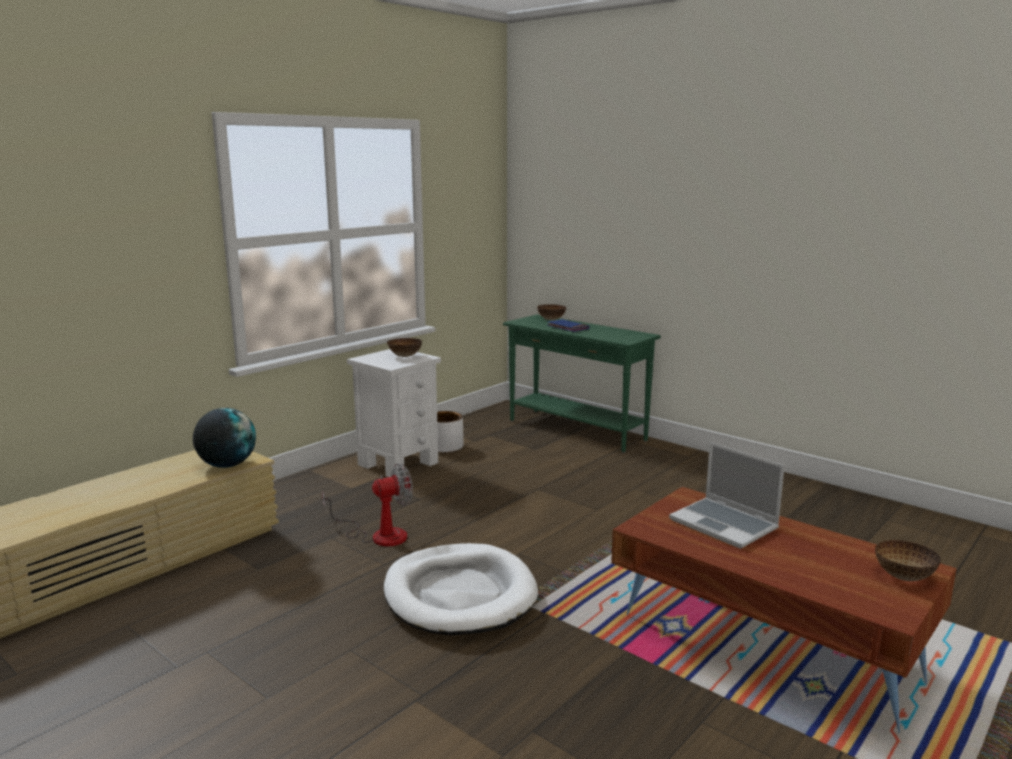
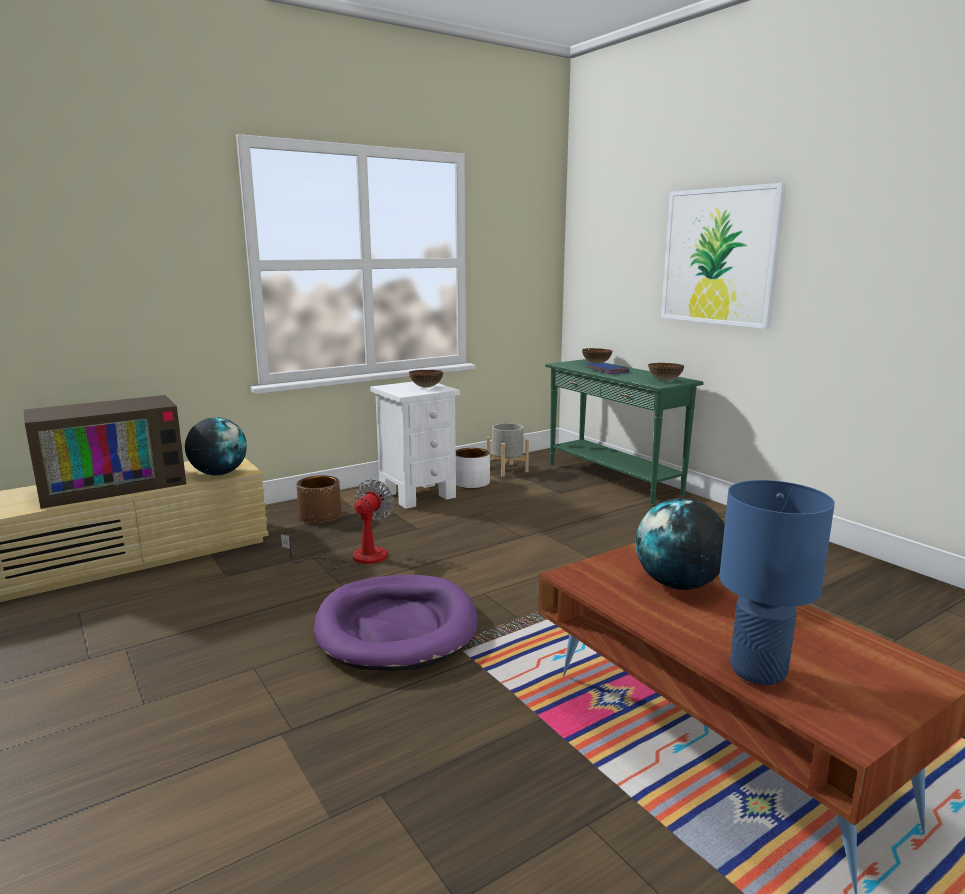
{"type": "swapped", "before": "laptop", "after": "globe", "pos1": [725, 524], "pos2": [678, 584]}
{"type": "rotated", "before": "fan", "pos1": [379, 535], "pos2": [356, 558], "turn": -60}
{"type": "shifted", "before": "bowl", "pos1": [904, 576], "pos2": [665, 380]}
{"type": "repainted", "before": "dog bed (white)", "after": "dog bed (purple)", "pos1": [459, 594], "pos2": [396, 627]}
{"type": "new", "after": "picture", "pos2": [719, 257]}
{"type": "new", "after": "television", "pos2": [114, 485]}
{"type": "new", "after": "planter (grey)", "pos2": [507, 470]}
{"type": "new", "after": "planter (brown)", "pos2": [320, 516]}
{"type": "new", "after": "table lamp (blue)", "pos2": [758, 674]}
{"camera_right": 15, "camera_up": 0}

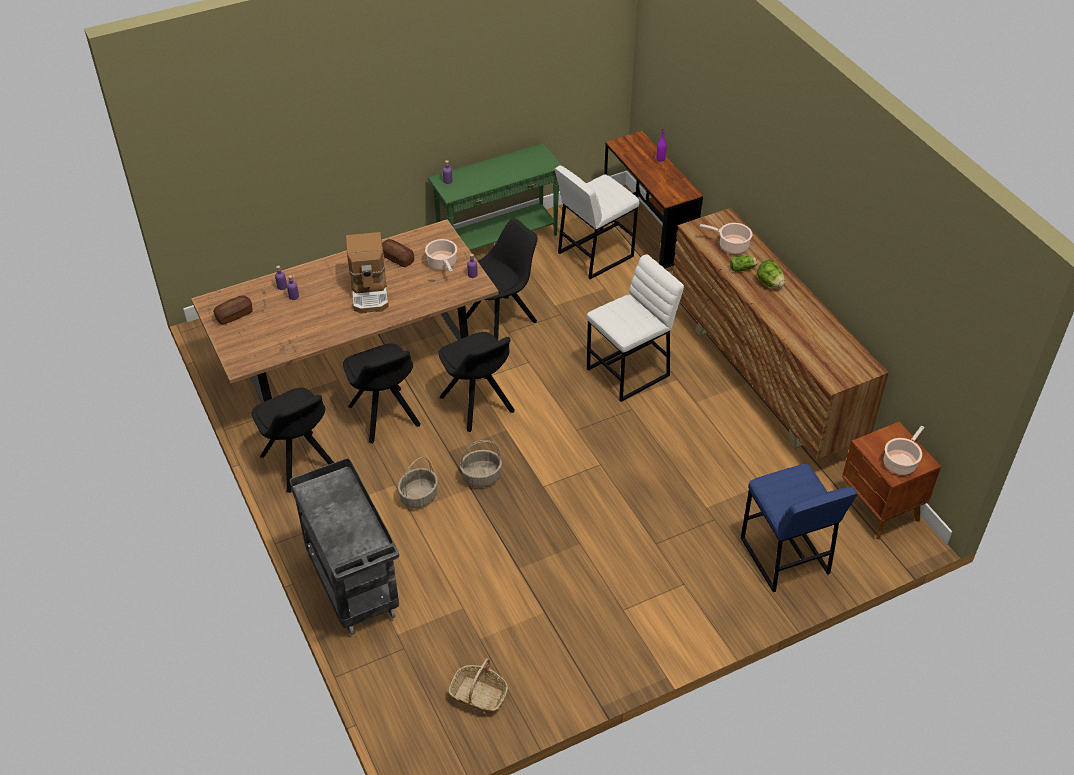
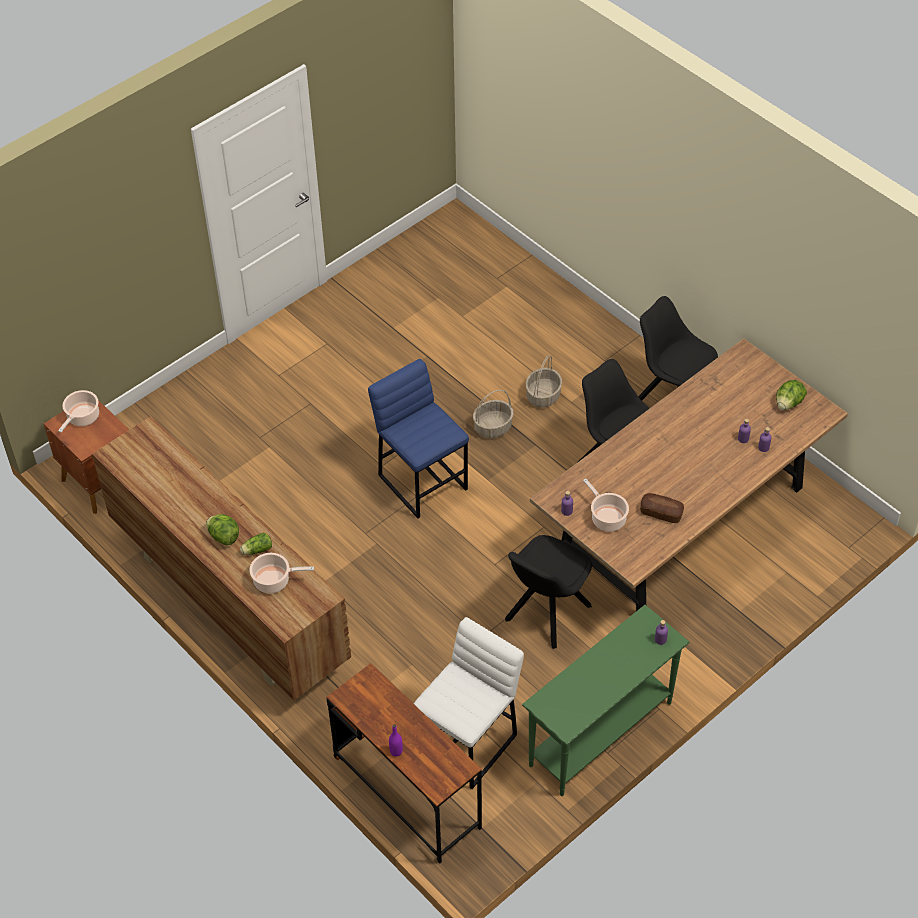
{"type": "gone", "before": "coffee machine", "pos1": [370, 291]}
{"type": "gone", "before": "stool (white)", "pos1": [629, 371]}
{"type": "swapped", "before": "bread", "after": "lettuce", "pos1": [234, 315], "pos2": [788, 403]}
{"type": "gone", "before": "chair (black)", "pos1": [477, 404]}
{"type": "gone", "before": "cart (black)", "pos1": [355, 590]}
{"type": "shifted", "before": "stool (blue)", "pos1": [786, 557], "pos2": [421, 480]}
{"type": "gone", "before": "basket", "pos1": [478, 695]}
{"camera_right": 165, "camera_up": 5}

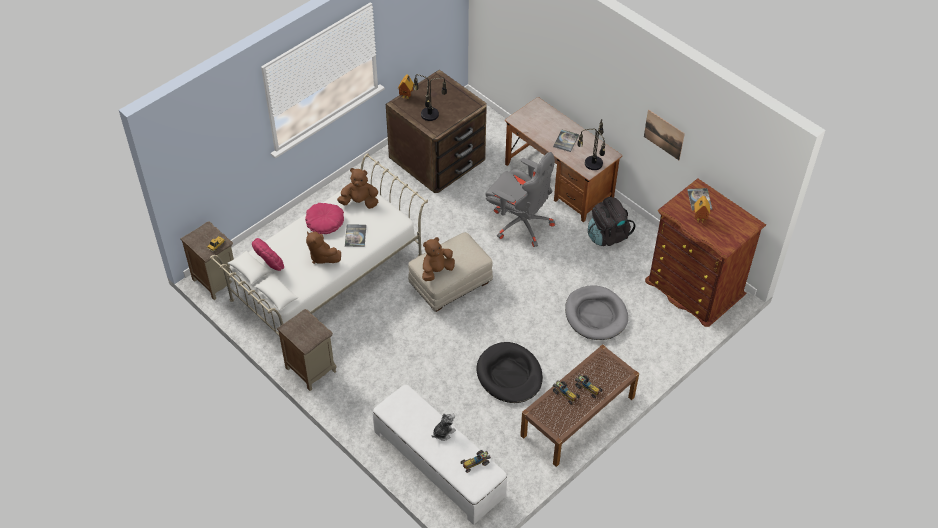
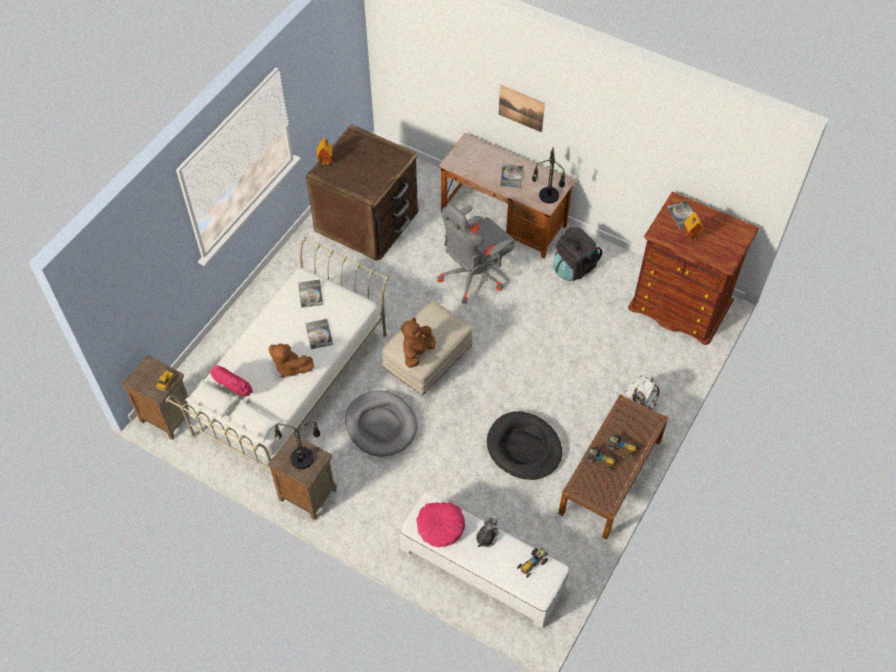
{"type": "shifted", "before": "table lamp", "pos1": [429, 115], "pos2": [302, 459]}
{"type": "shifted", "before": "picture", "pos1": [664, 134], "pos2": [521, 108]}
{"type": "rotated", "before": "office chair (grey)", "pos1": [518, 222], "pos2": [476, 274], "turn": 120}
{"type": "swapped", "before": "plush toy (brown)", "after": "book", "pos1": [359, 202], "pos2": [310, 294]}
{"type": "shifted", "before": "pillow (pink)", "pos1": [324, 223], "pos2": [440, 528]}
{"type": "shifted", "before": "dog bed (grey)", "pos1": [596, 315], "pos2": [381, 425]}
{"type": "new", "after": "backpack (white)", "pos2": [639, 403]}
{"camera_right": -15, "camera_up": 5}

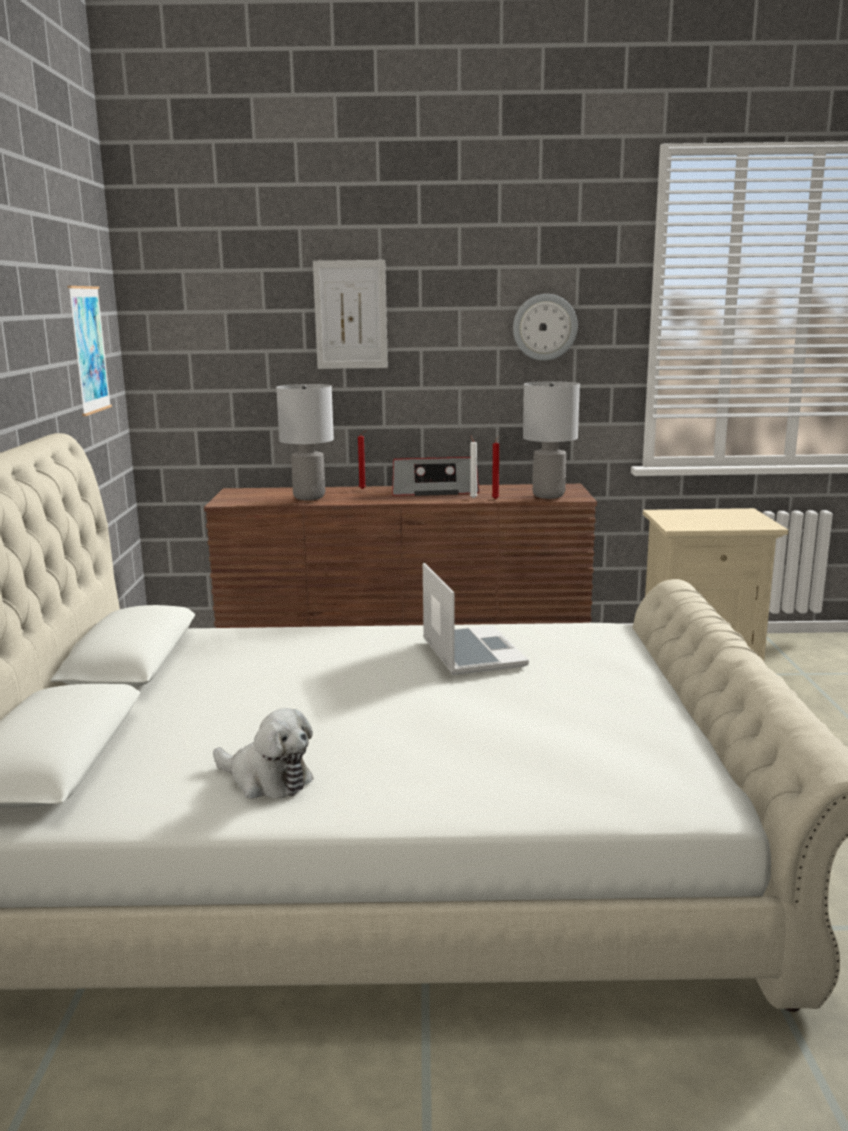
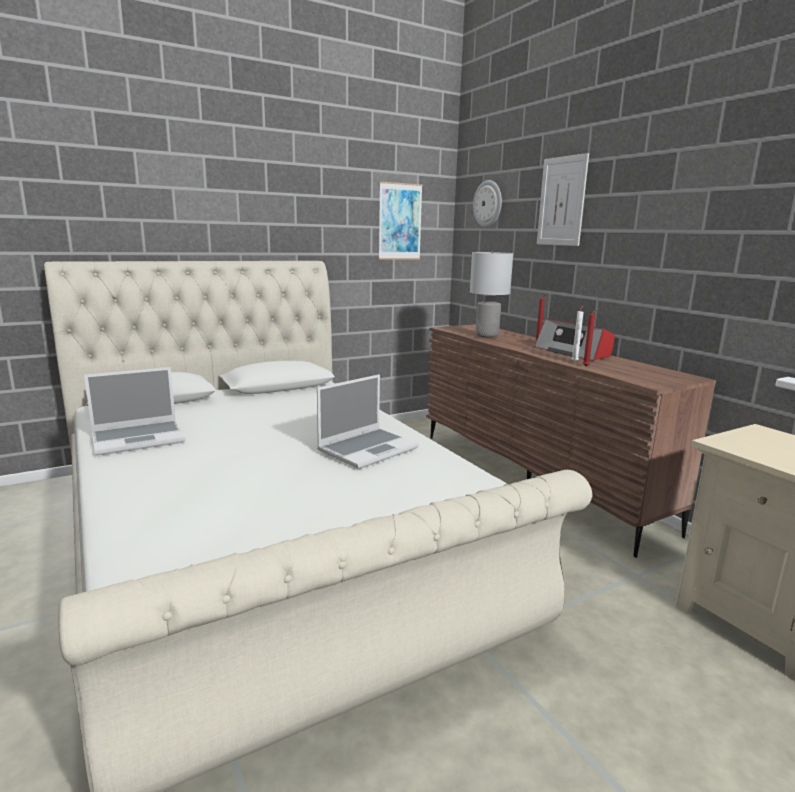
{"type": "shifted", "before": "wall clock", "pos1": [545, 327], "pos2": [488, 203]}
{"type": "gone", "before": "table lamp (grey)", "pos1": [549, 497]}
{"type": "swapped", "before": "plush toy", "after": "laptop", "pos1": [267, 780], "pos2": [139, 438]}
{"camera_right": 60, "camera_up": 0}

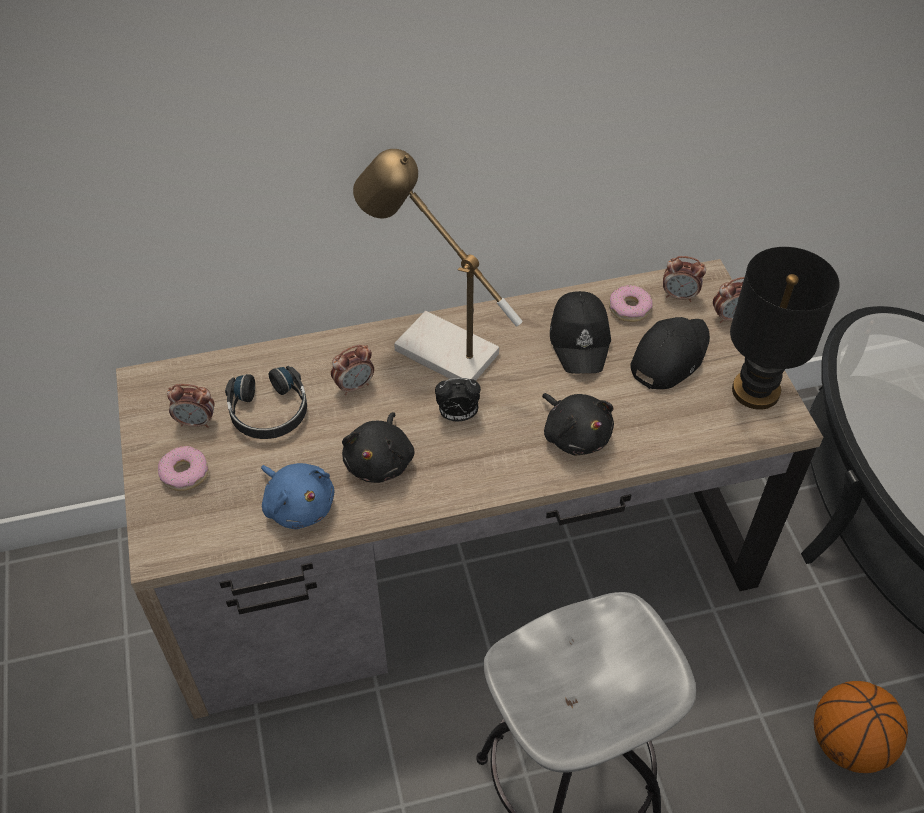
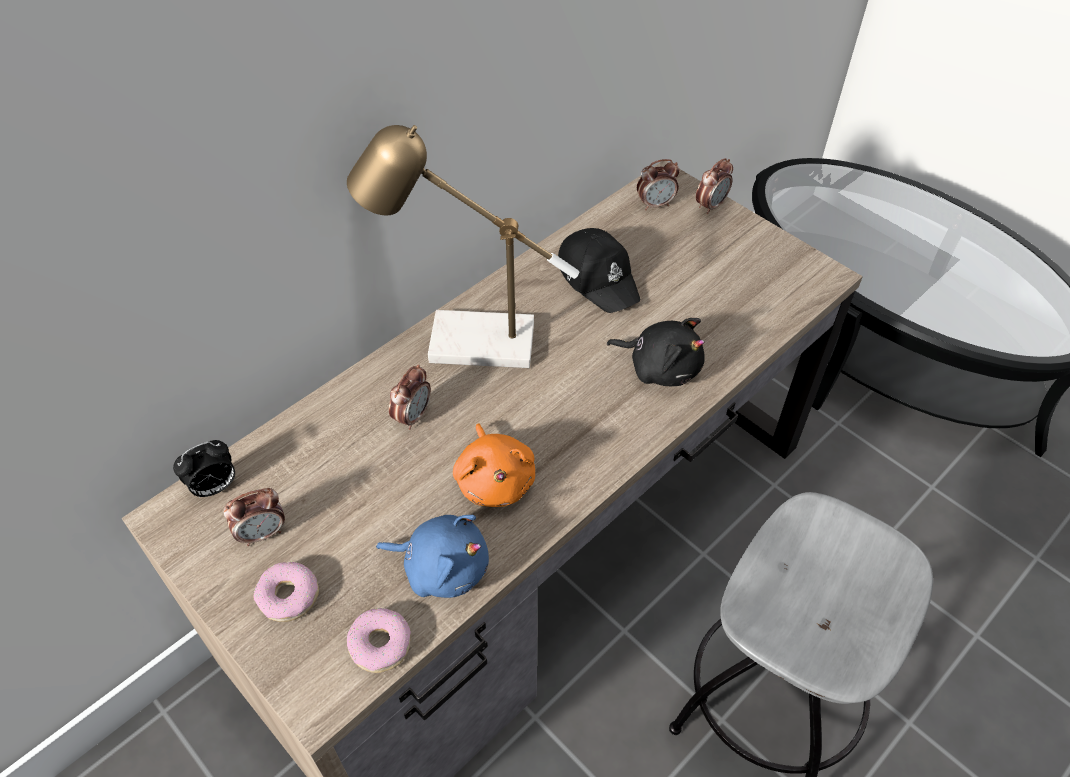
{"type": "gone", "before": "table lamp (black)", "pos1": [756, 392]}
{"type": "shifted", "before": "donut", "pos1": [629, 308], "pos2": [380, 644]}
{"type": "gone", "before": "cap (black)", "pos1": [669, 357]}
{"type": "gone", "before": "headphones (black)", "pos1": [269, 412]}
{"type": "shifted", "before": "alarm clock", "pos1": [457, 416], "pos2": [215, 487]}
{"type": "repainted", "before": "plush toy (black)", "after": "plush toy (orange)", "pos1": [380, 461], "pos2": [495, 480]}
{"type": "gone", "before": "basketball", "pos1": [848, 744]}
{"camera_right": -30, "camera_up": 0}

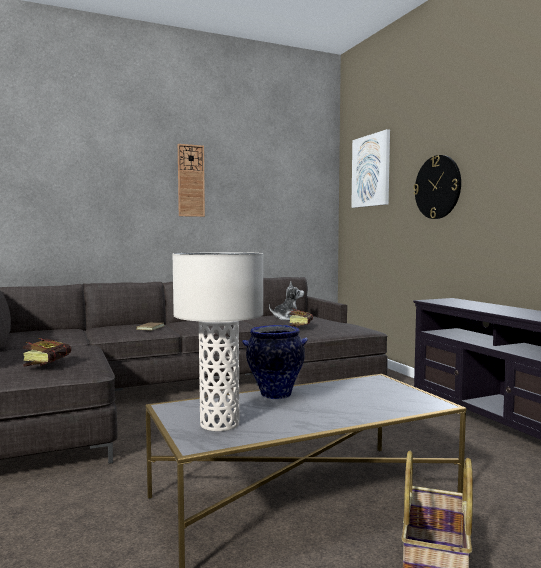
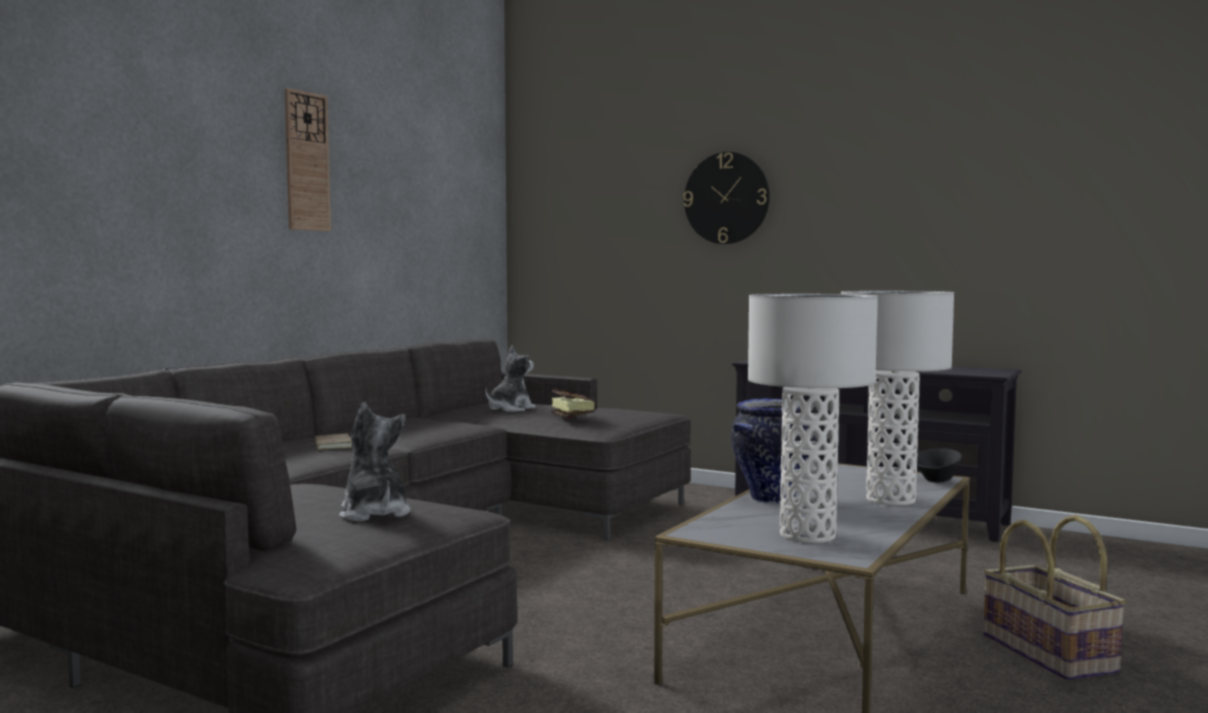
{"type": "gone", "before": "picture", "pos1": [371, 171]}
{"type": "swapped", "before": "book", "after": "plush toy", "pos1": [50, 364], "pos2": [374, 513]}
{"type": "new", "after": "table lamp (white)", "pos2": [891, 499]}
{"type": "new", "after": "bowl (black)", "pos2": [936, 480]}
{"camera_right": -35, "camera_up": 0}

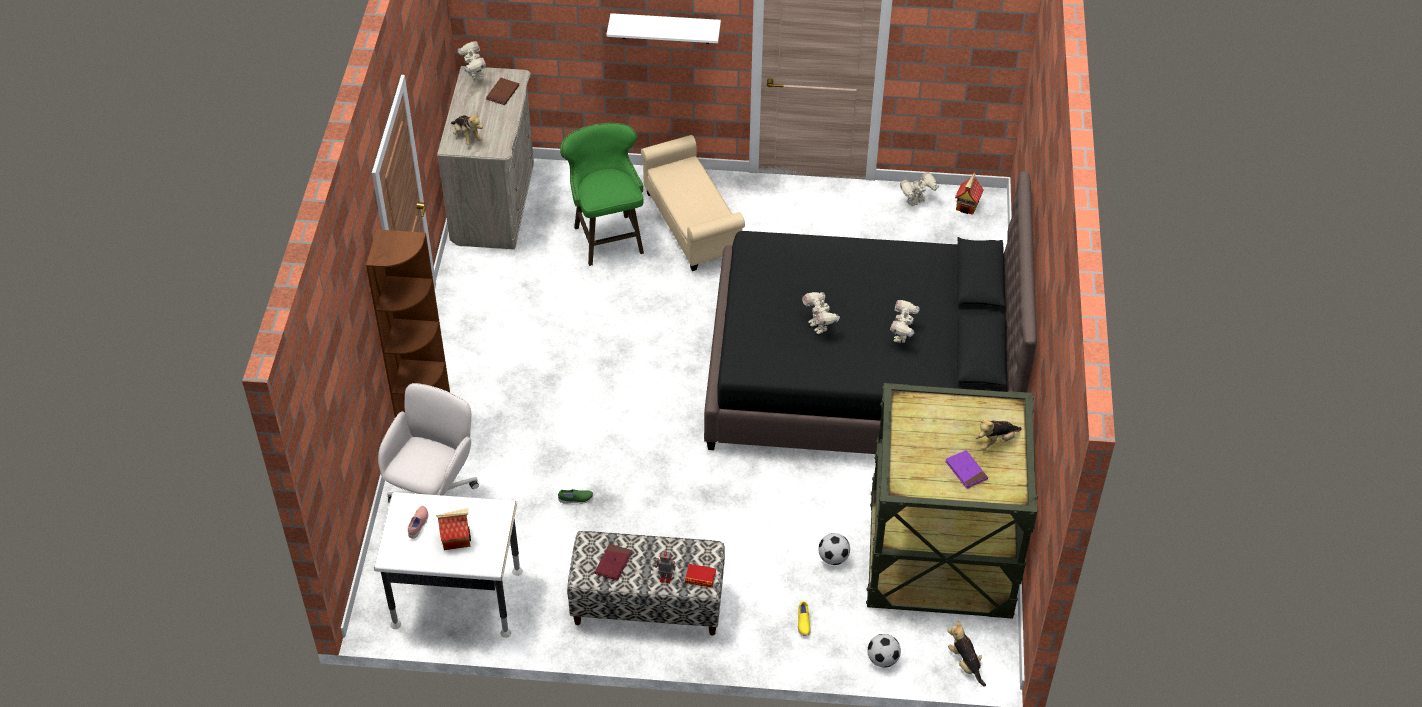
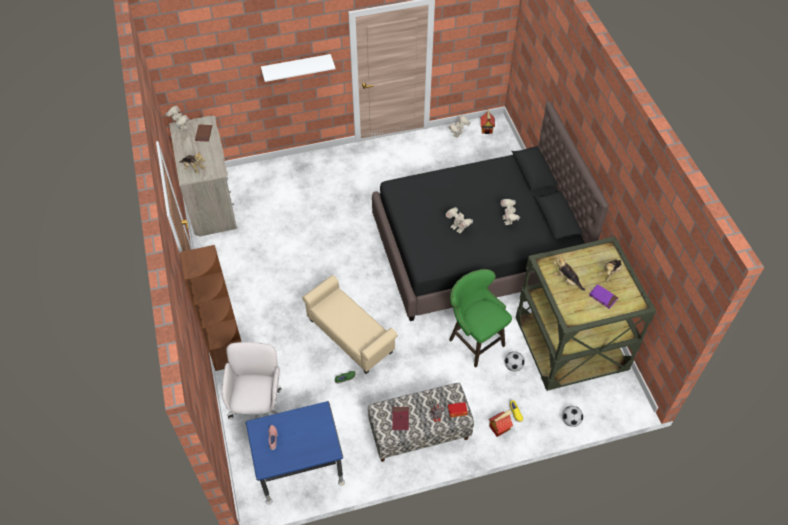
{"type": "shifted", "before": "stool (green)", "pos1": [607, 237], "pos2": [475, 341]}
{"type": "shifted", "before": "ottoman (beige)", "pos1": [692, 224], "pos2": [350, 336]}
{"type": "repainted", "before": "desk (white)", "after": "desk (blue)", "pos1": [456, 598], "pos2": [300, 469]}
{"type": "shifted", "before": "toy house", "pos1": [456, 538], "pos2": [499, 427]}
{"type": "shifted", "before": "plush toy", "pos1": [965, 663], "pos2": [567, 280]}
{"camera_right": -20, "camera_up": 5}

